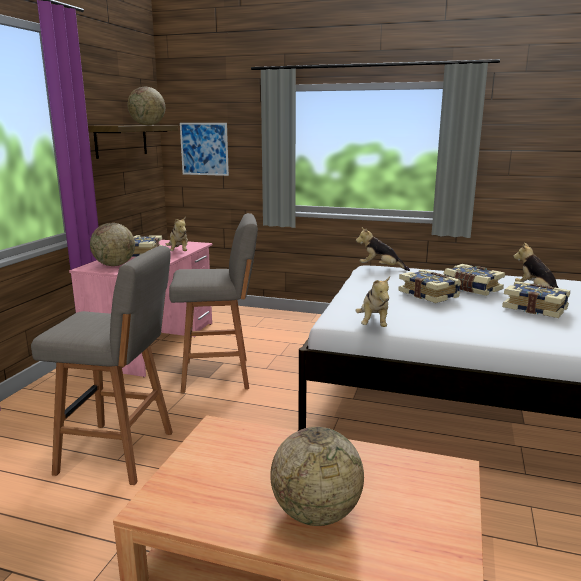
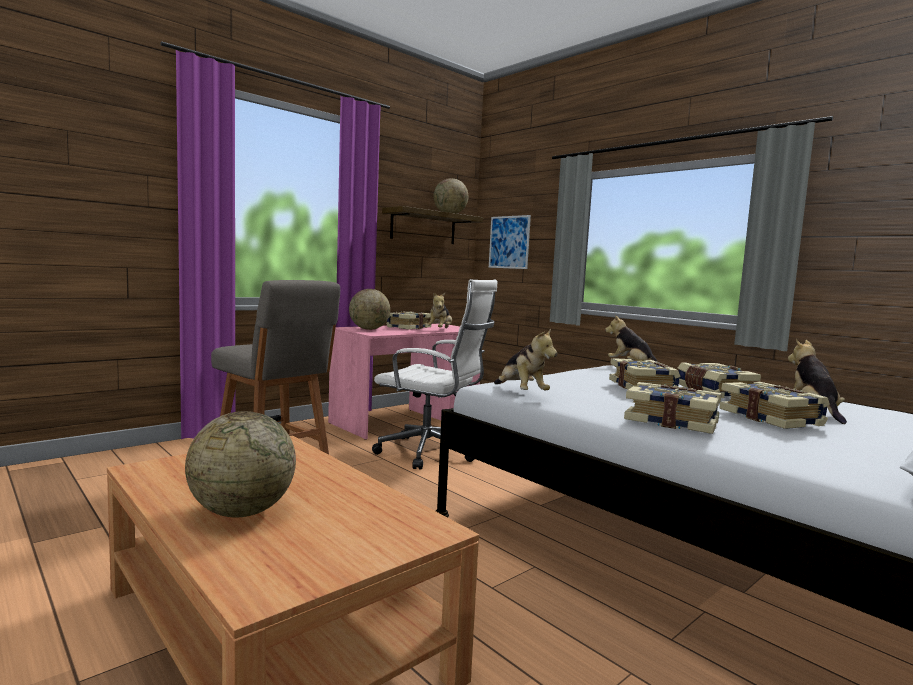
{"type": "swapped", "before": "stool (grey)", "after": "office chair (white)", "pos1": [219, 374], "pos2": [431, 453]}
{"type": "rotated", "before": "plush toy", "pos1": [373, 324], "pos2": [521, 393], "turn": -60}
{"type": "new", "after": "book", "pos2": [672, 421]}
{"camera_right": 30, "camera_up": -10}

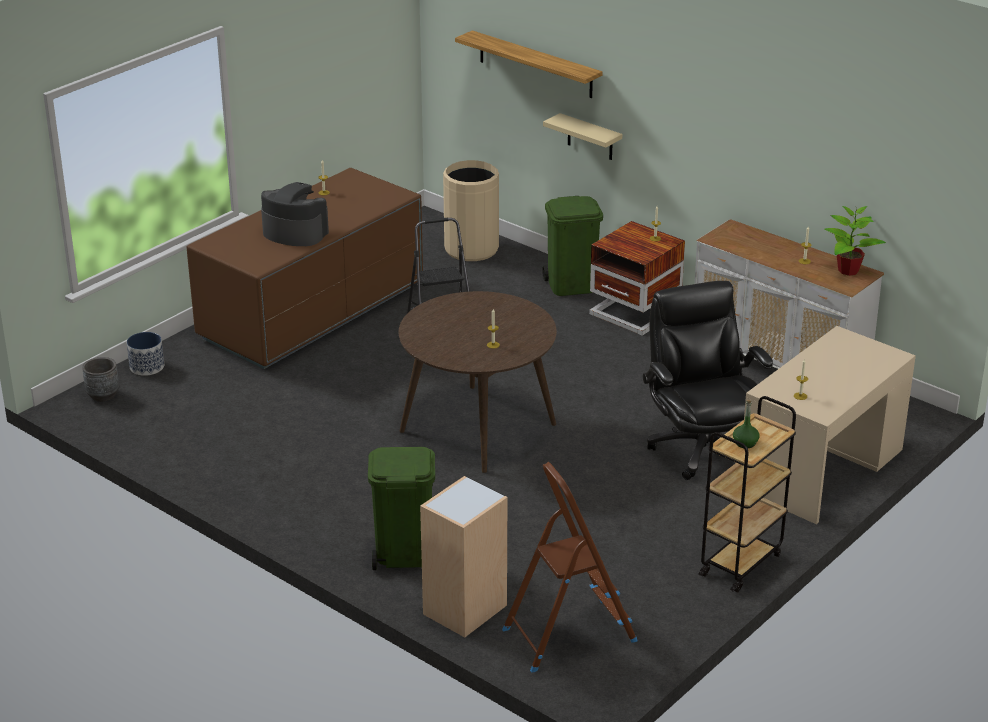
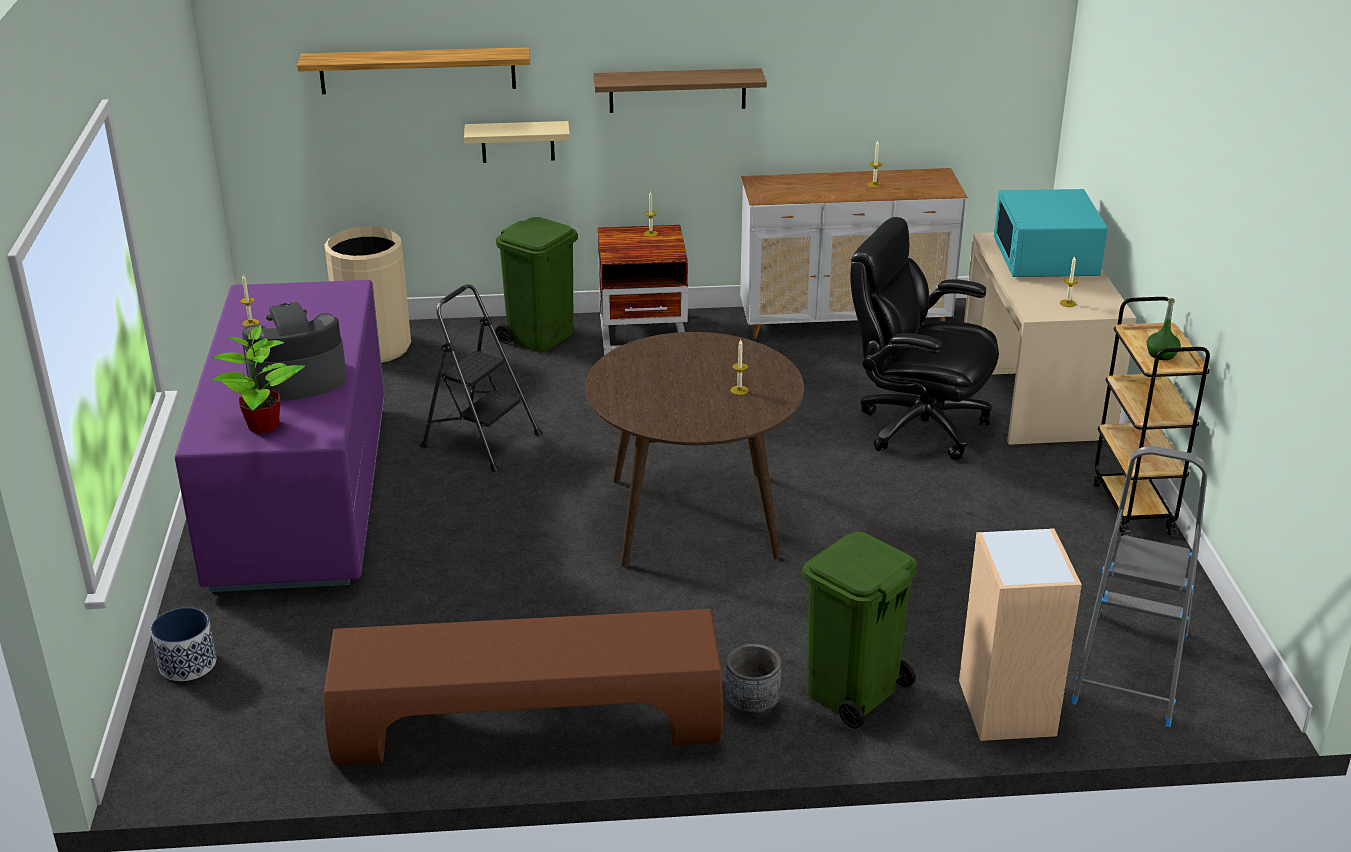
{"type": "repainted", "before": "dresser (brown)", "after": "dresser (purple)", "pos1": [312, 312], "pos2": [301, 493]}
{"type": "shifted", "before": "potted plant", "pos1": [847, 270], "pos2": [262, 426]}
{"type": "shifted", "before": "planter (grey)", "pos1": [103, 395], "pos2": [751, 706]}
{"type": "repainted", "before": "step ladder (brown)", "after": "step ladder (grey)", "pos1": [571, 634], "pos2": [1131, 665]}
{"type": "new", "after": "shelf", "pos2": [677, 90]}
{"type": "new", "after": "microwave (turquoise)", "pos2": [1045, 258]}
{"type": "new", "after": "bench (brown)", "pos2": [528, 722]}
{"camera_right": -45, "camera_up": 0}

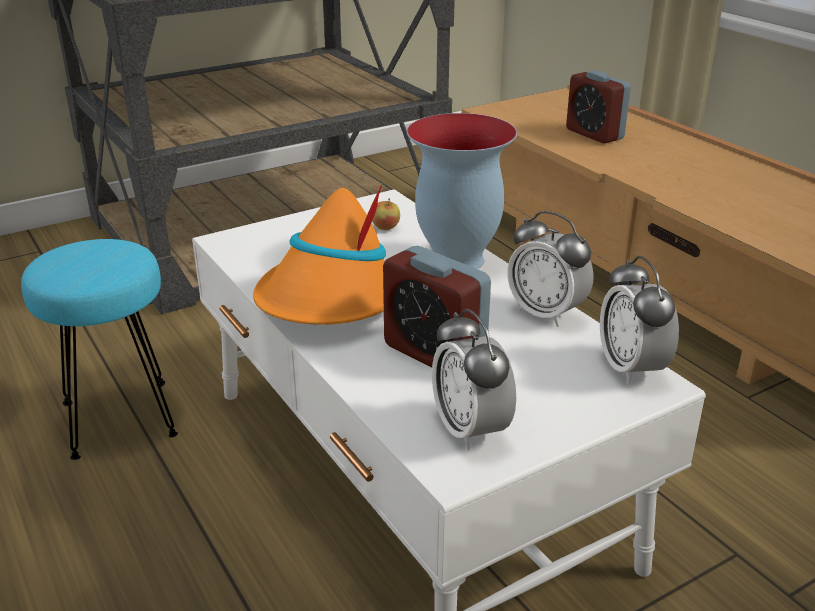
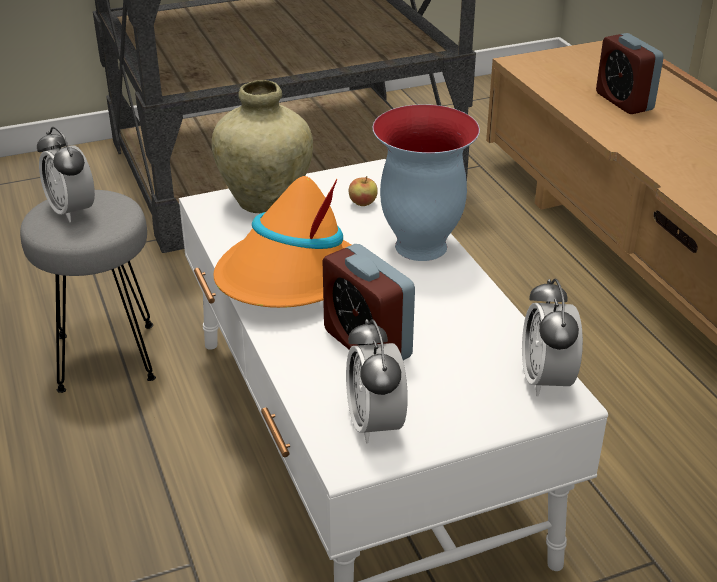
{"type": "shifted", "before": "alarm clock", "pos1": [546, 313], "pos2": [72, 211]}
{"type": "repainted", "before": "stool (turquoise)", "after": "stool (grey)", "pos1": [120, 417], "pos2": [106, 356]}
{"type": "new", "after": "vase (beige)", "pos2": [266, 202]}
{"camera_right": 10, "camera_up": 5}

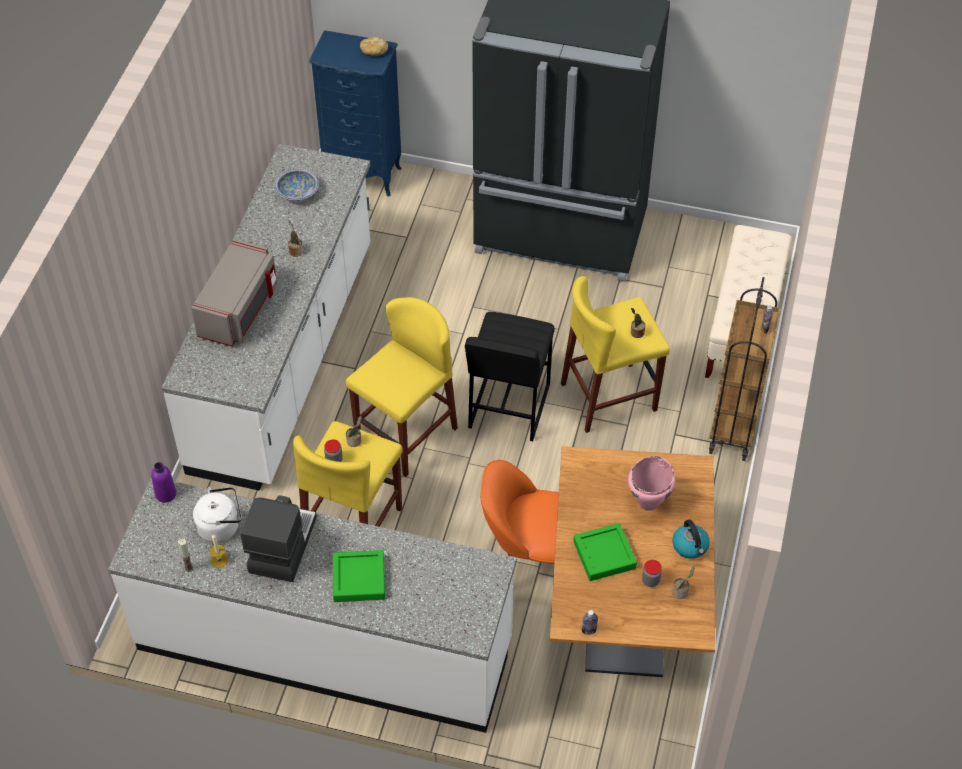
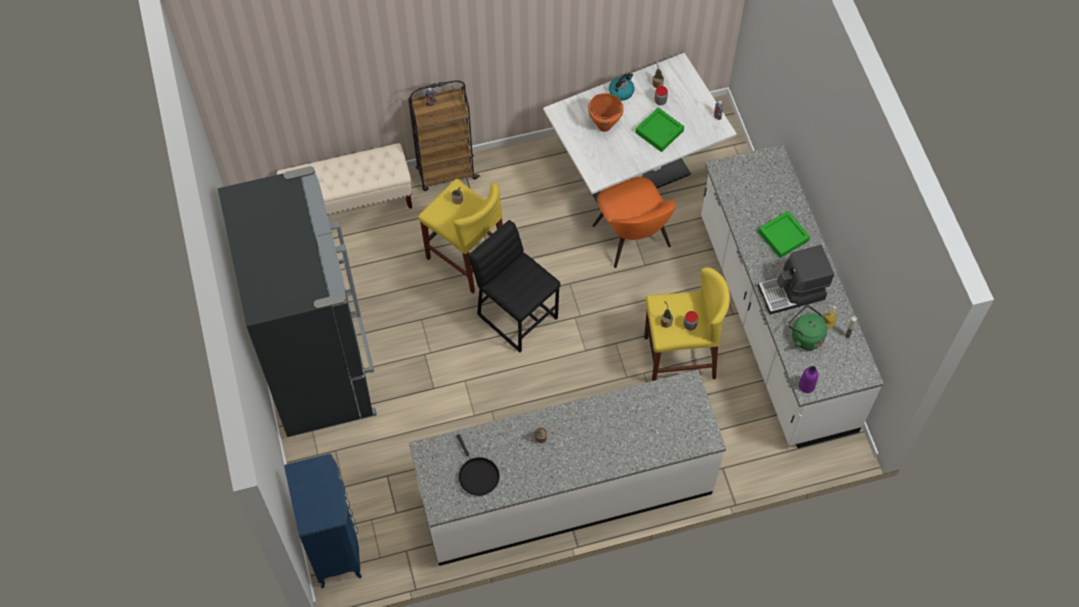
{"type": "gone", "before": "bread", "pos1": [373, 51]}
{"type": "swapped", "before": "bowl", "after": "frying pan (black)", "pos1": [297, 192], "pos2": [477, 475]}
{"type": "gone", "before": "microwave (grey)", "pos1": [240, 310]}
{"type": "gone", "before": "stool (yellow)", "pos1": [406, 435]}
{"type": "rotated", "before": "chair (black)", "pos1": [508, 408], "pos2": [516, 315], "turn": -120}
{"type": "repainted", "before": "dining table (brown)", "after": "dining table (white)", "pos1": [625, 612], "pos2": [634, 172]}
{"type": "repainted", "before": "cooking pot (pink)", "after": "cooking pot (orange)", "pos1": [648, 503], "pos2": [604, 126]}
{"type": "repainted", "before": "kettle (white)", "after": "kettle (green)", "pos1": [221, 526], "pos2": [805, 336]}
{"camera_right": -120, "camera_up": 10}

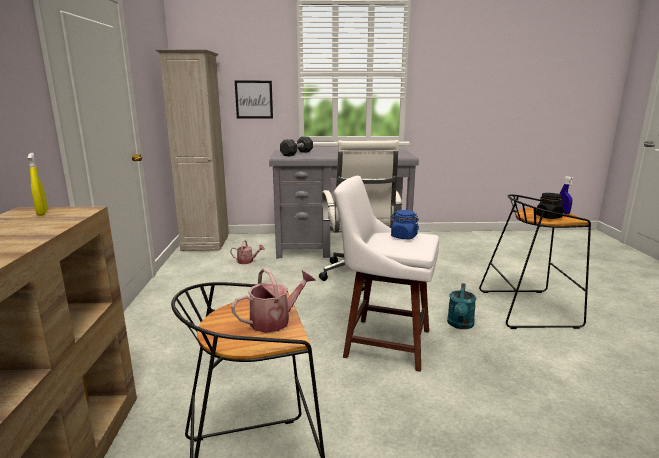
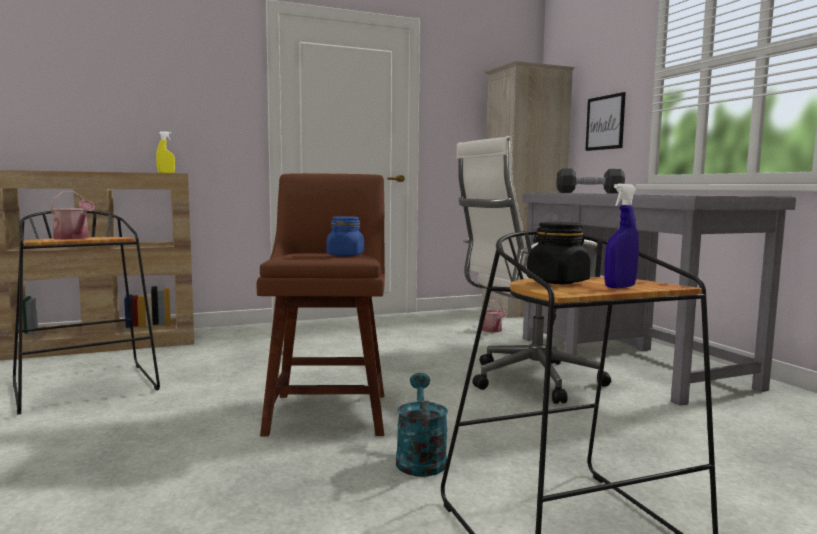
{"type": "repainted", "before": "stool (white)", "after": "stool (brown)", "pos1": [383, 342], "pos2": [329, 411]}
{"type": "rotated", "before": "watering can (turquoise)", "pos1": [460, 325], "pos2": [420, 458], "turn": 90}
{"camera_right": 70, "camera_up": -10}

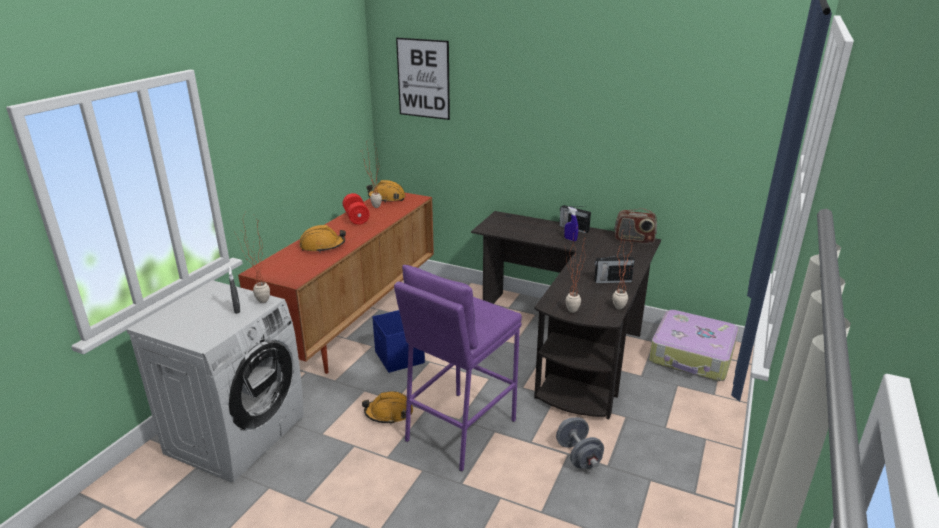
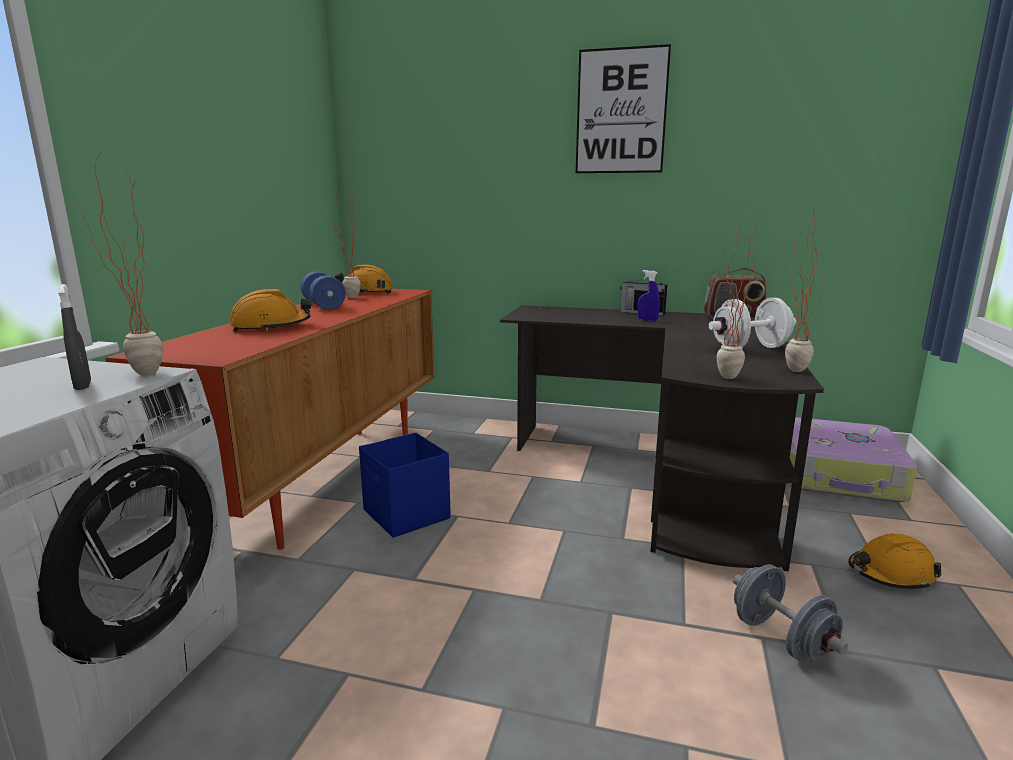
{"type": "shifted", "before": "picture", "pos1": [423, 78], "pos2": [621, 112]}
{"type": "repainted", "before": "dumbbell (red)", "after": "dumbbell (blue)", "pos1": [356, 218], "pos2": [323, 305]}
{"type": "swapped", "before": "radio", "after": "dumbbell (white)", "pos1": [612, 281], "pos2": [750, 348]}
{"type": "gone", "before": "stool (purple)", "pos1": [459, 429]}
{"type": "shifted", "before": "hard hat (orange)", "pos1": [389, 413], "pos2": [890, 574]}
{"camera_right": -10, "camera_up": -10}

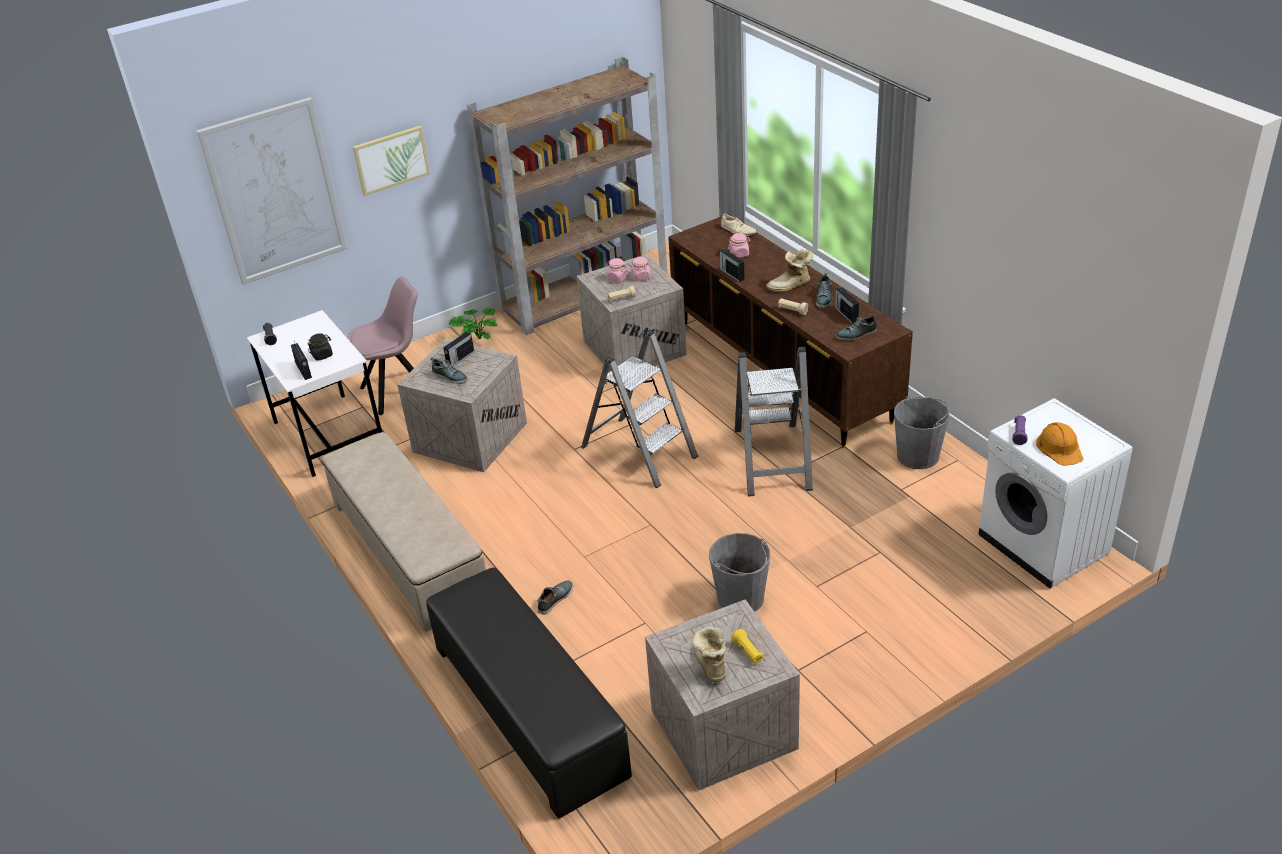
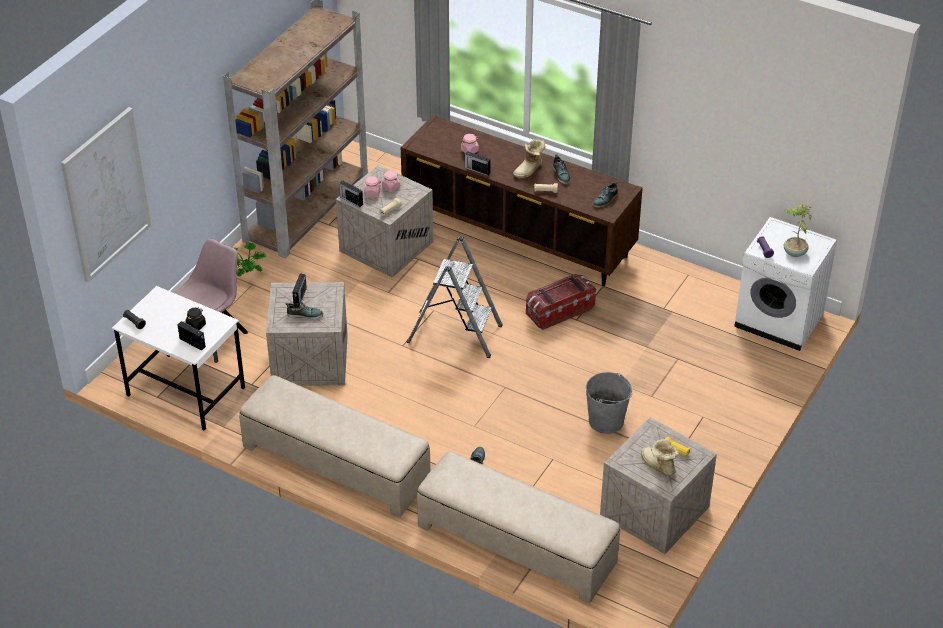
{"type": "gone", "before": "picture", "pos1": [391, 160]}
{"type": "gone", "before": "shoe (beige)", "pos1": [738, 231]}
{"type": "shifted", "before": "radio", "pos1": [846, 314], "pos2": [351, 200]}
{"type": "swapped", "before": "step ladder (grey)", "after": "storage box", "pos1": [772, 460], "pos2": [559, 311]}
{"type": "gone", "before": "bucket (grey)", "pos1": [918, 455]}
{"type": "swapped", "before": "hard hat (orange)", "after": "potted plant", "pos1": [1060, 447], "pos2": [794, 252]}
{"type": "repainted", "before": "bench (black)", "after": "bench (beige)", "pos1": [527, 709], "pos2": [515, 544]}
{"camera_right": -30, "camera_up": 5}

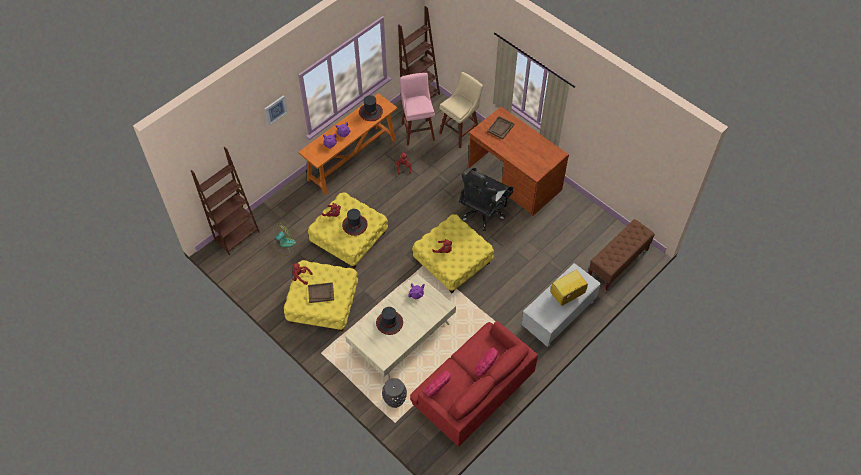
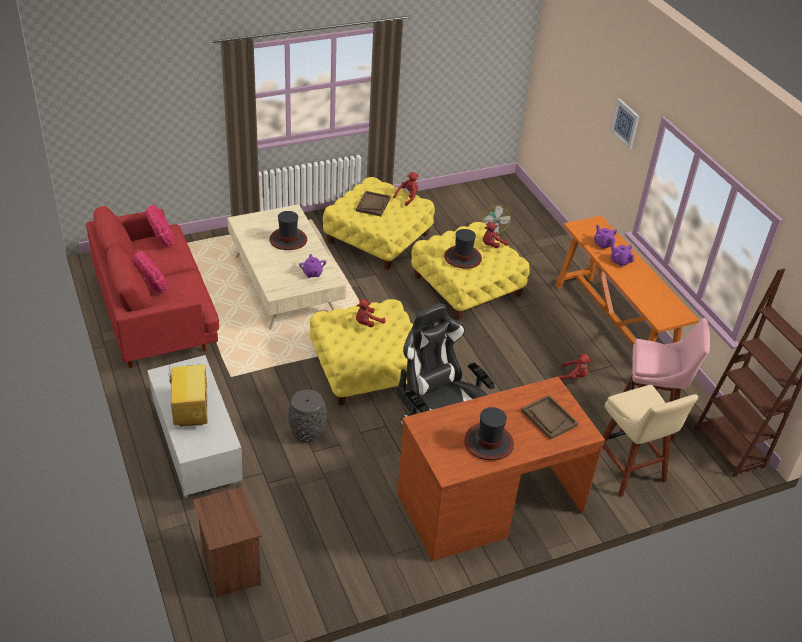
{"type": "shifted", "before": "hat", "pos1": [370, 112], "pos2": [489, 442]}
{"type": "gone", "before": "bookcase (brown)", "pos1": [237, 236]}
{"type": "swapped", "before": "bench (brown)", "after": "nightstand (brown)", "pos1": [618, 263], "pos2": [230, 569]}
{"type": "shifted", "before": "stool (grey)", "pos1": [395, 399], "pos2": [307, 432]}
{"camera_right": 110, "camera_up": -15}

